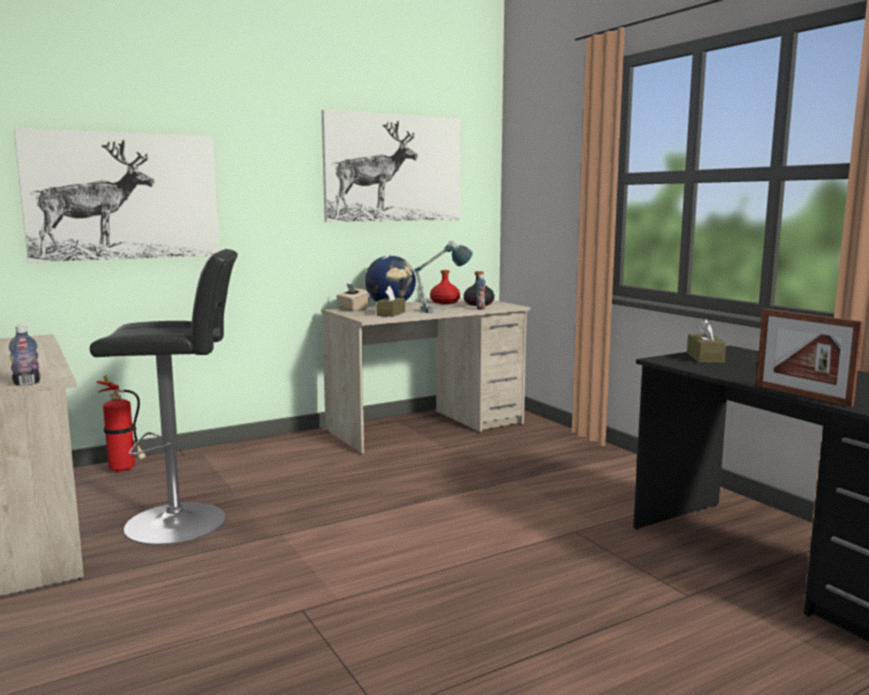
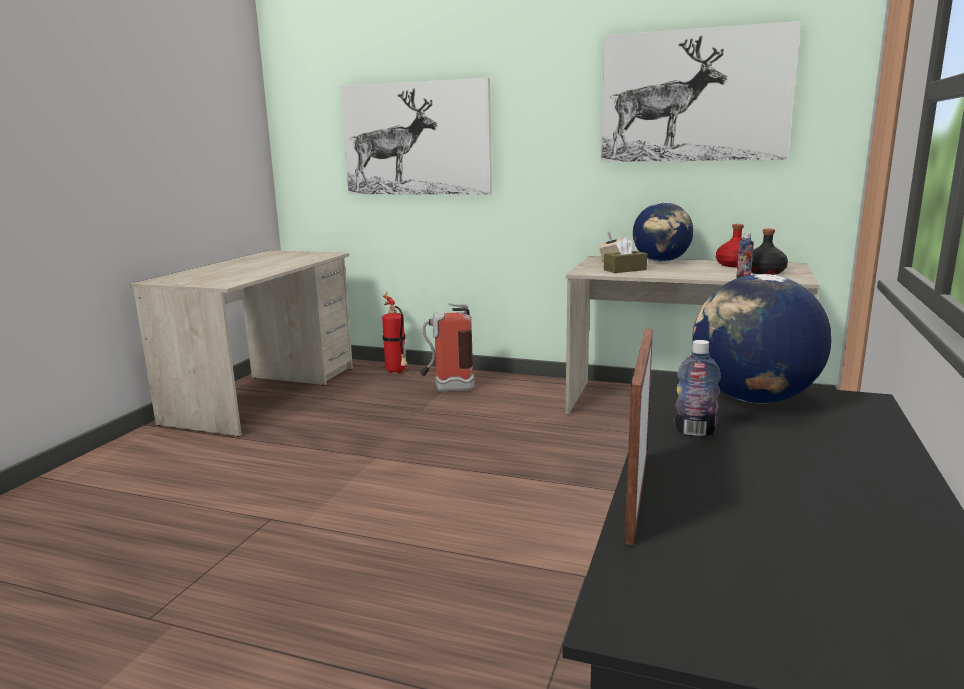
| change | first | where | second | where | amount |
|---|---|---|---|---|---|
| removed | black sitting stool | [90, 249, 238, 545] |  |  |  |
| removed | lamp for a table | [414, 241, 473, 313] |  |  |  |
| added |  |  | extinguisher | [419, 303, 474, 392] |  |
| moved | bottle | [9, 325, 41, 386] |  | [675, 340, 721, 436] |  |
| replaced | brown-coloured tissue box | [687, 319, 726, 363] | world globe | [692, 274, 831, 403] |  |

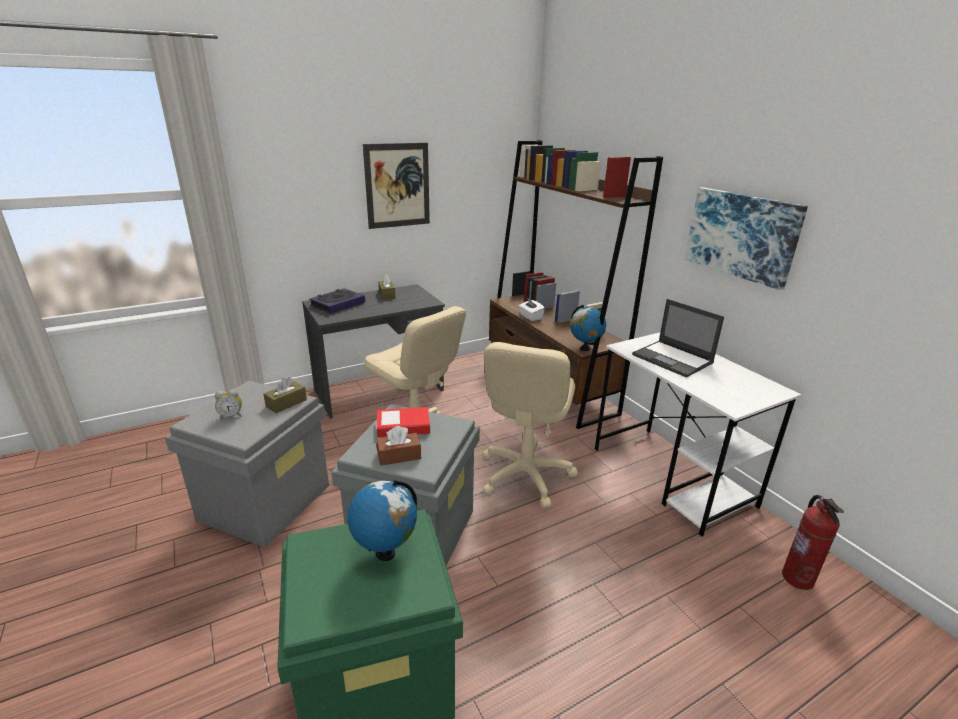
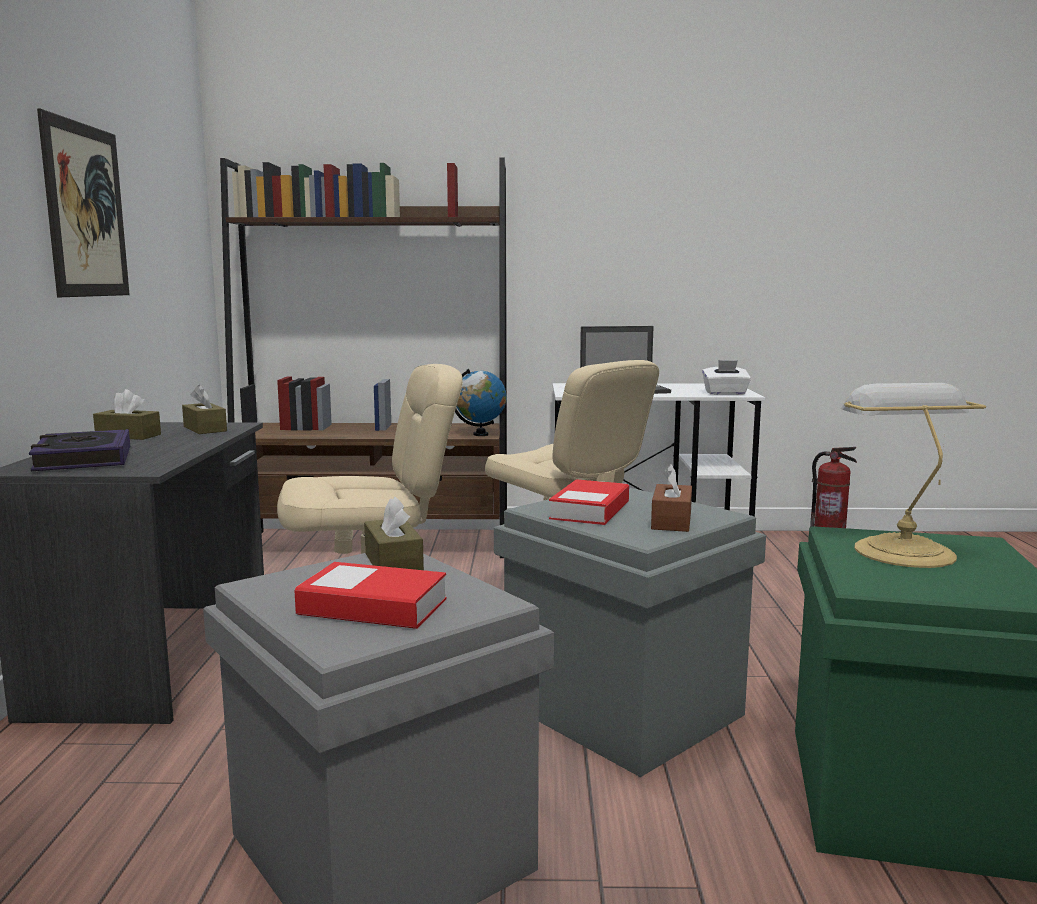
| change | first | where | second | where | amount |
|---|---|---|---|---|---|
| removed | wall art | [685, 187, 808, 290] |  |  |  |
| added |  |  | brown-coloured tissue box | [182, 385, 227, 434] |  |
| moved | white-coloured tissue box | [519, 298, 545, 321] |  | [702, 360, 751, 395] |  |
| replaced | table clock | [215, 390, 242, 419] | volume | [294, 562, 447, 629] |  |
| replaced | world globe | [347, 480, 417, 561] | lamp for a table | [841, 383, 986, 568] |  |

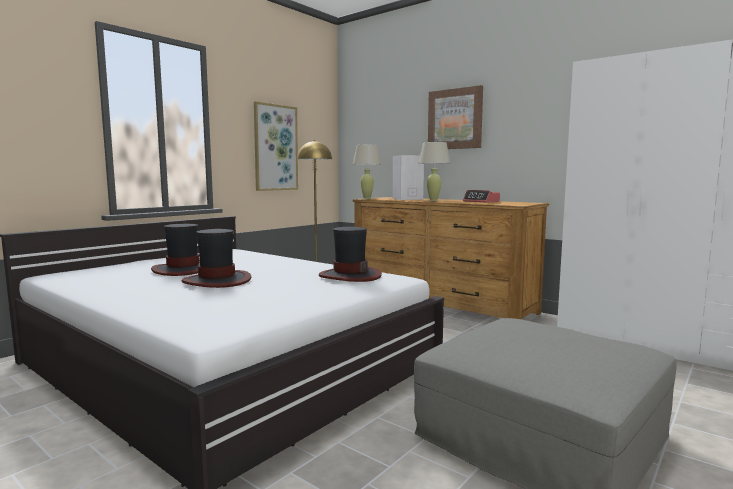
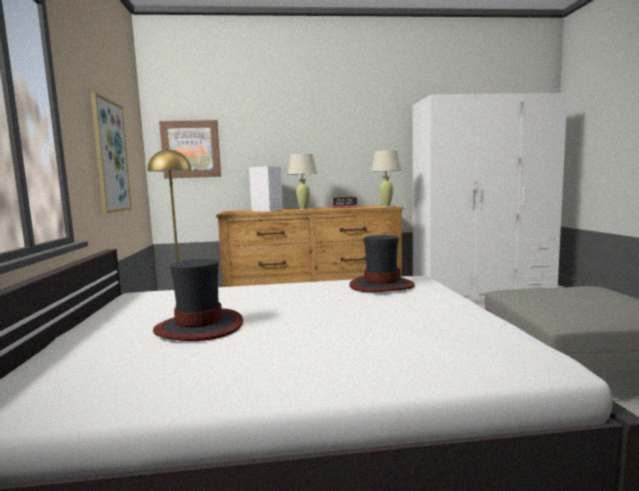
| change | first | where | second | where | amount |
|---|---|---|---|---|---|
| removed | wearable hat | [182, 229, 251, 288] |  |  |  |
| moved | beige lamp for a table | [353, 145, 382, 199] |  | [371, 150, 401, 207] |  |
| moved | wall art | [428, 85, 483, 149] |  | [159, 120, 221, 178] |  |

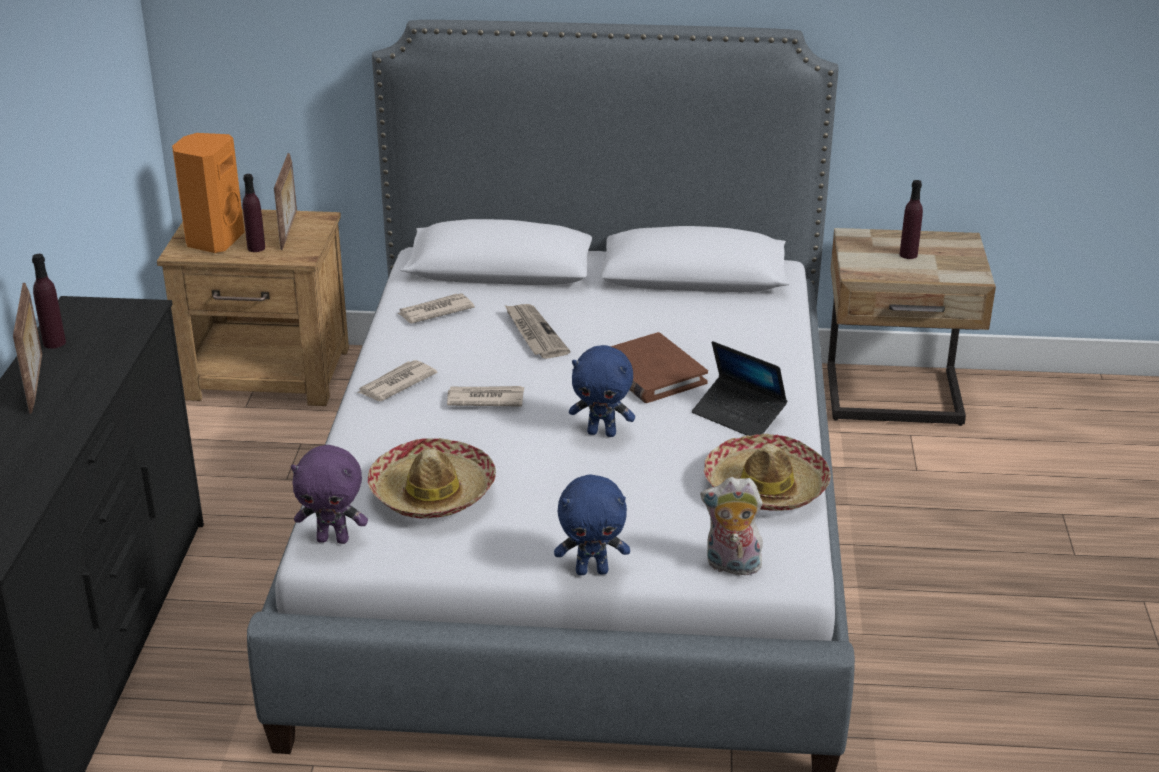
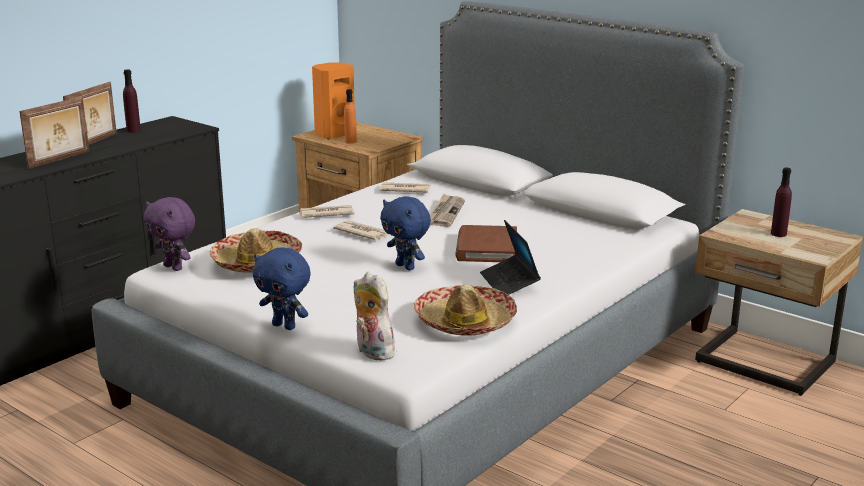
| change | first | where | second | where | amount |
|---|---|---|---|---|---|
| moved | picture frame | [274, 153, 297, 250] |  | [19, 97, 89, 169] |  |
| recoloured | purple bottle | [243, 174, 265, 252] | orange-coloured bottle | [344, 89, 357, 144] |  |

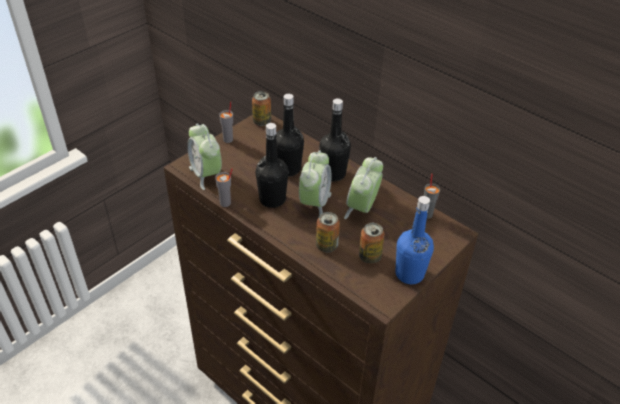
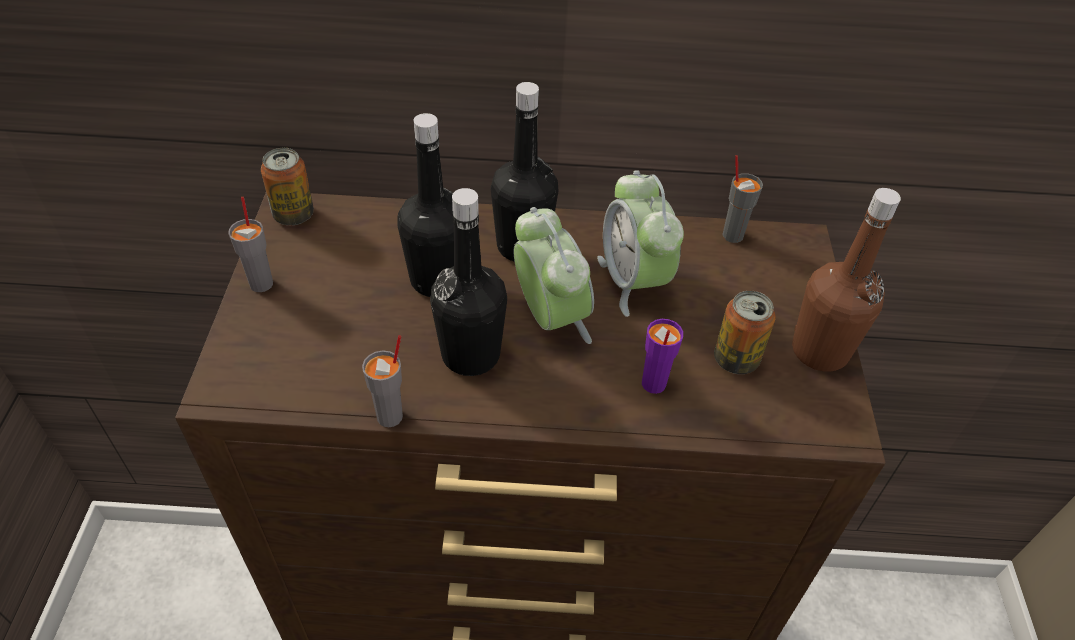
| change | first | where | second | where | amount |
|---|---|---|---|---|---|
| removed | table clock | [187, 123, 222, 190] |  |  |  |
| replaced | can | [316, 212, 340, 252] | purple cup | [642, 319, 683, 394] |  |
| recoloured | blue-coloured bottle | [395, 196, 434, 284] | brown-coloured bottle | [792, 188, 901, 372] |  |

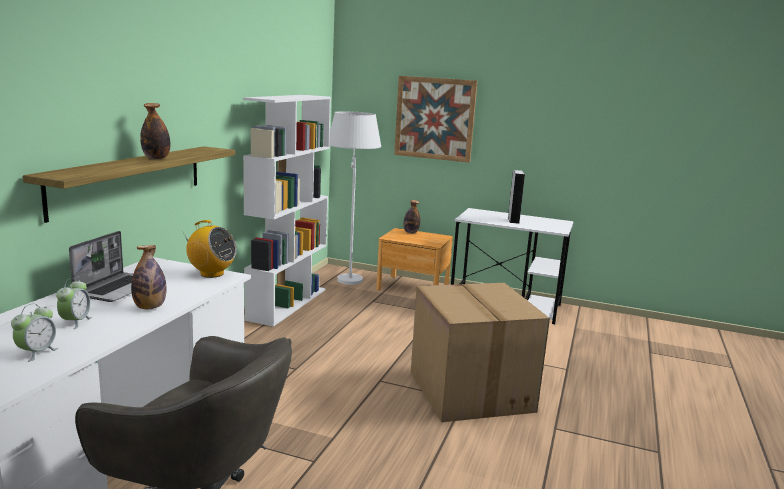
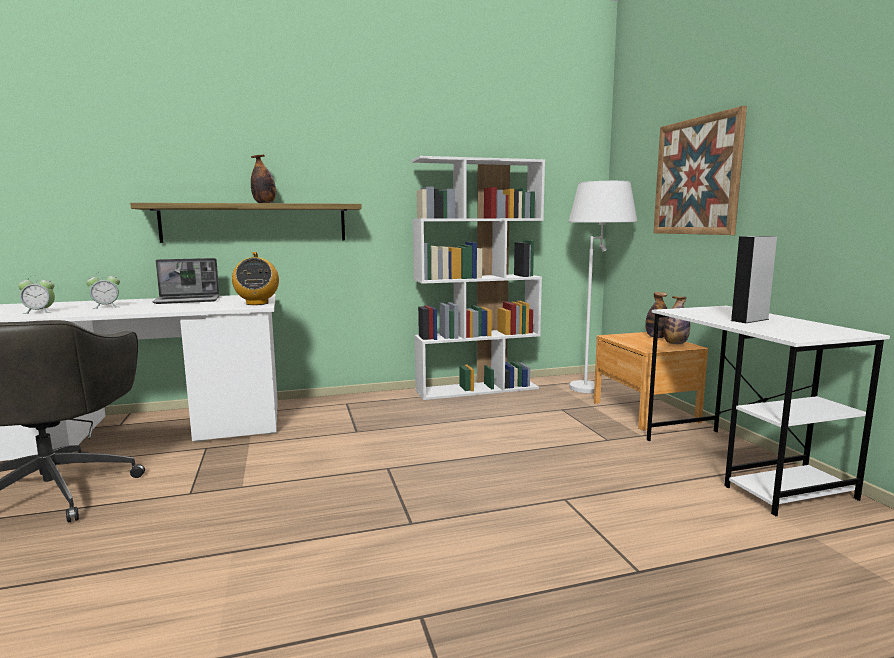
| change | first | where | second | where | amount |
|---|---|---|---|---|---|
| removed | packing box | [411, 283, 550, 422] |  |  |  |
| moved | bottle | [131, 245, 166, 310] |  | [663, 297, 690, 344] |  |

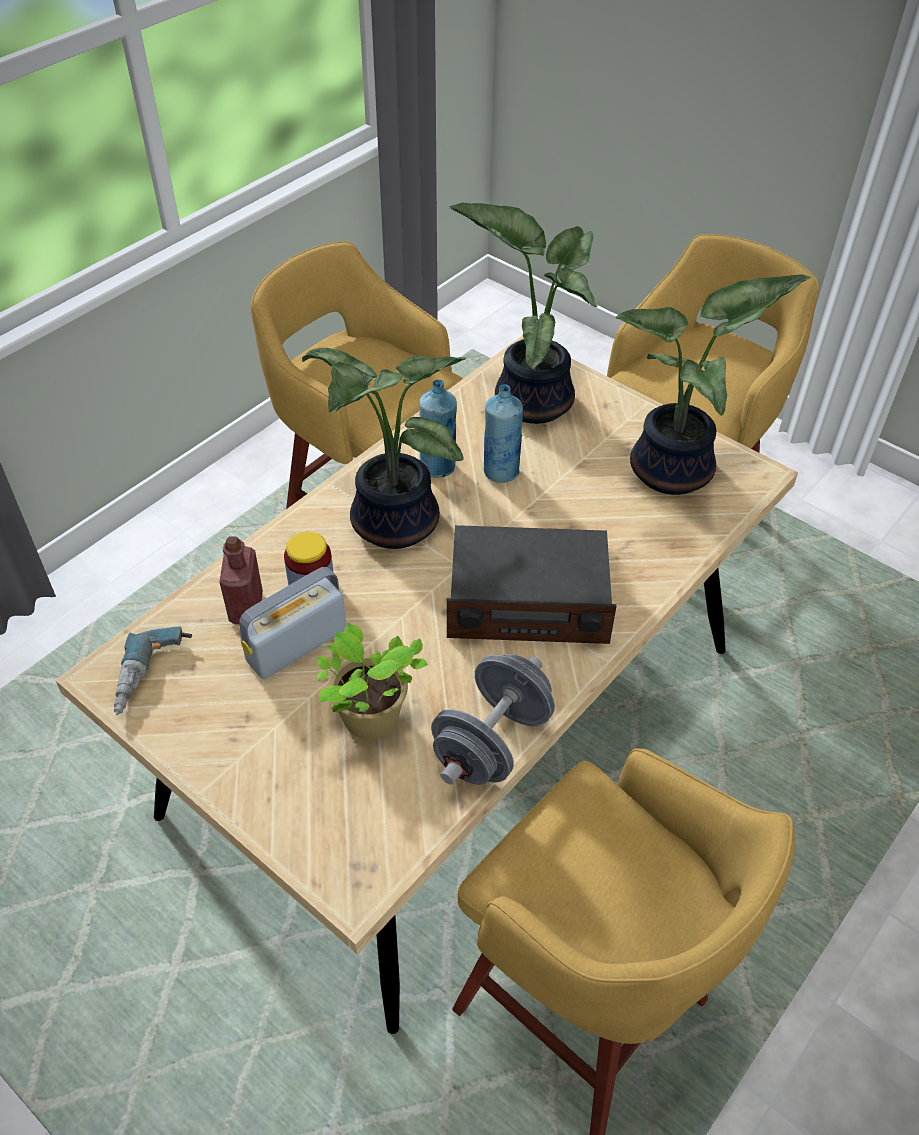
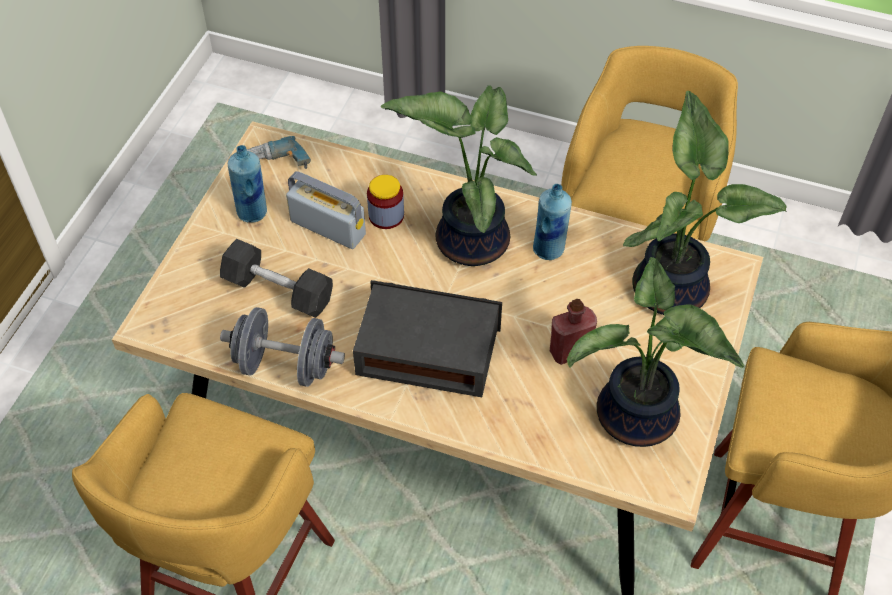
| change | first | where | second | where | amount |
|---|---|---|---|---|---|
| moved | red-coloured bottle | [219, 536, 263, 624] |  | [550, 299, 597, 365] |  |
| moved | blue-coloured bottle | [484, 384, 523, 483] |  | [228, 145, 267, 223] |  |
| replaced | potted plant | [317, 623, 428, 740] | greyish hand weight | [220, 239, 333, 318] |  |
| turned | radio set | [447, 525, 616, 644] |  | [353, 280, 502, 397] | 120 degrees clockwise |

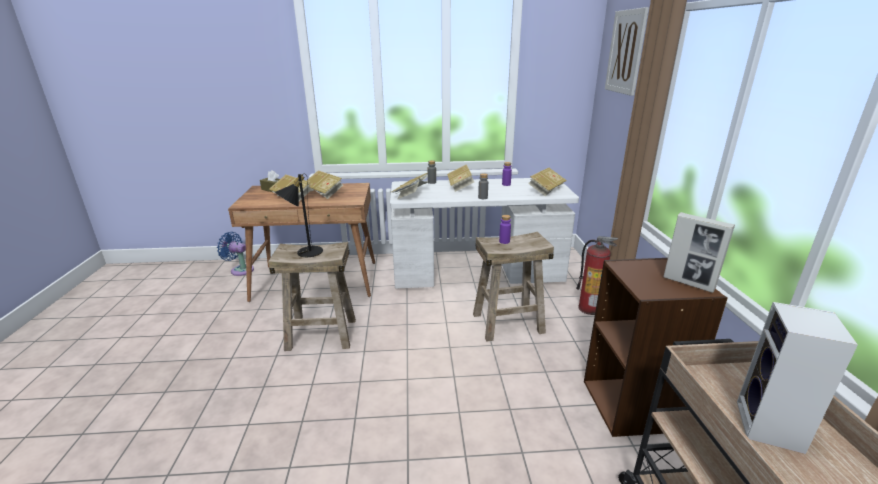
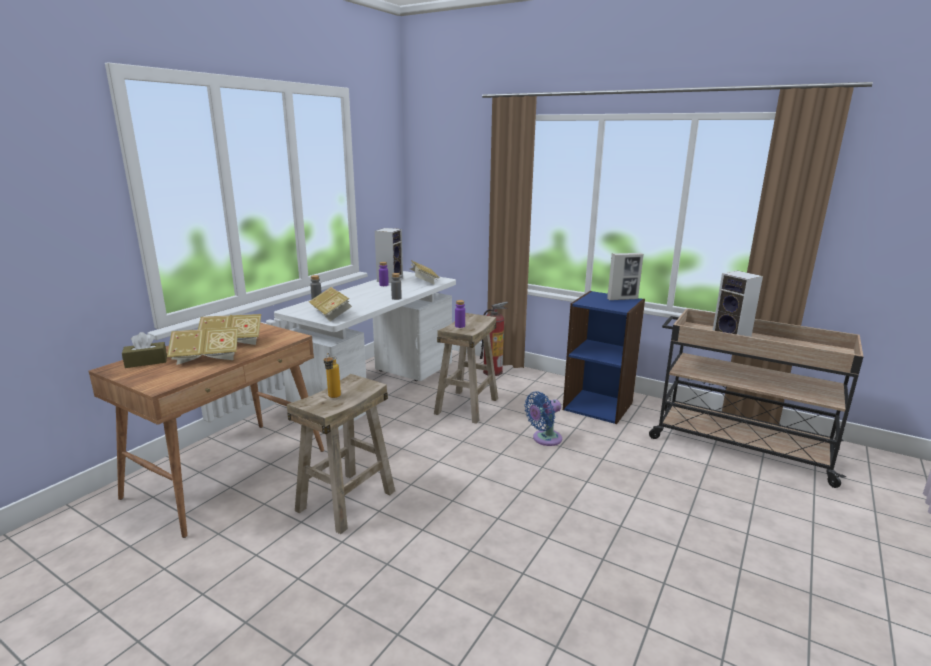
| change | first | where | second | where | amount |
|---|---|---|---|---|---|
| removed | volume | [447, 164, 474, 192] |  |  |  |
| removed | wall art | [605, 7, 649, 96] |  |  |  |
| added |  |  | speaker | [375, 228, 403, 283] |  |
| moved | blue-coloured electric fan | [217, 232, 254, 276] |  | [525, 391, 562, 446] |  |
| replaced | black lamp for a table | [275, 174, 323, 257] | bottle | [324, 353, 341, 398] |  |
| recoloured | brown-coloured shelving unit | [584, 258, 728, 437] | blue-coloured shelving unit | [563, 291, 645, 424] |  |

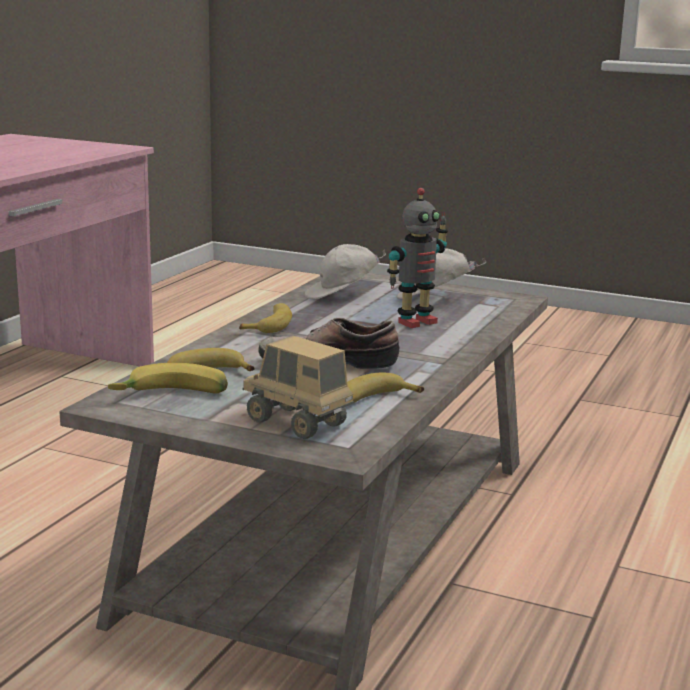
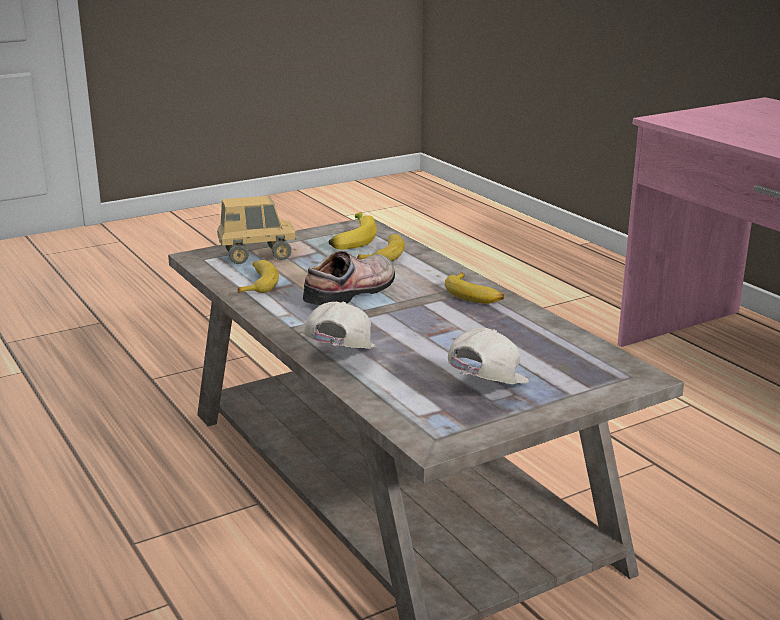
| change | first | where | second | where | amount |
|---|---|---|---|---|---|
| removed | robot figure | [387, 188, 448, 328] |  |  |  |
| moved | white-coloured peaked cap | [304, 244, 386, 299] |  | [303, 301, 376, 349] |  |

